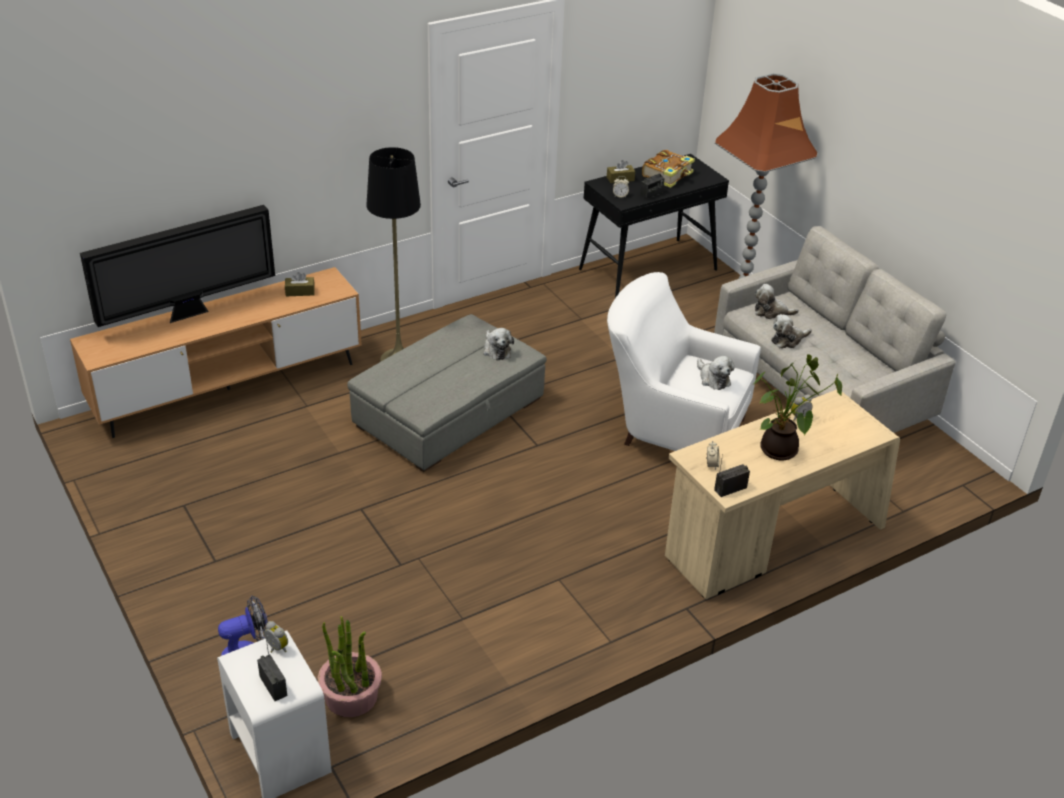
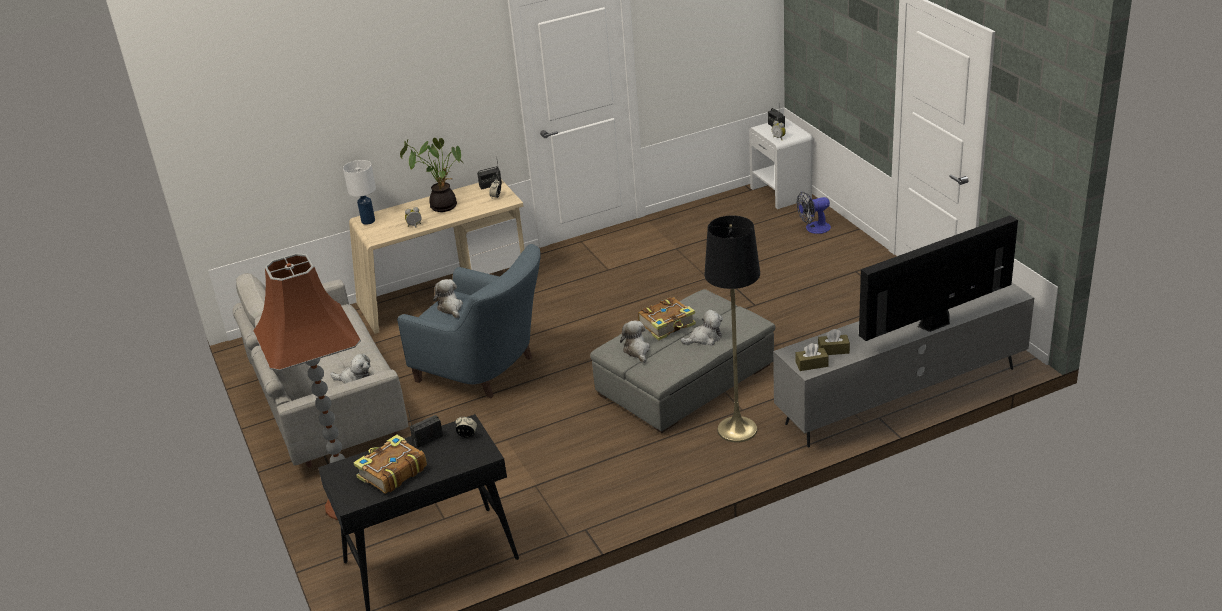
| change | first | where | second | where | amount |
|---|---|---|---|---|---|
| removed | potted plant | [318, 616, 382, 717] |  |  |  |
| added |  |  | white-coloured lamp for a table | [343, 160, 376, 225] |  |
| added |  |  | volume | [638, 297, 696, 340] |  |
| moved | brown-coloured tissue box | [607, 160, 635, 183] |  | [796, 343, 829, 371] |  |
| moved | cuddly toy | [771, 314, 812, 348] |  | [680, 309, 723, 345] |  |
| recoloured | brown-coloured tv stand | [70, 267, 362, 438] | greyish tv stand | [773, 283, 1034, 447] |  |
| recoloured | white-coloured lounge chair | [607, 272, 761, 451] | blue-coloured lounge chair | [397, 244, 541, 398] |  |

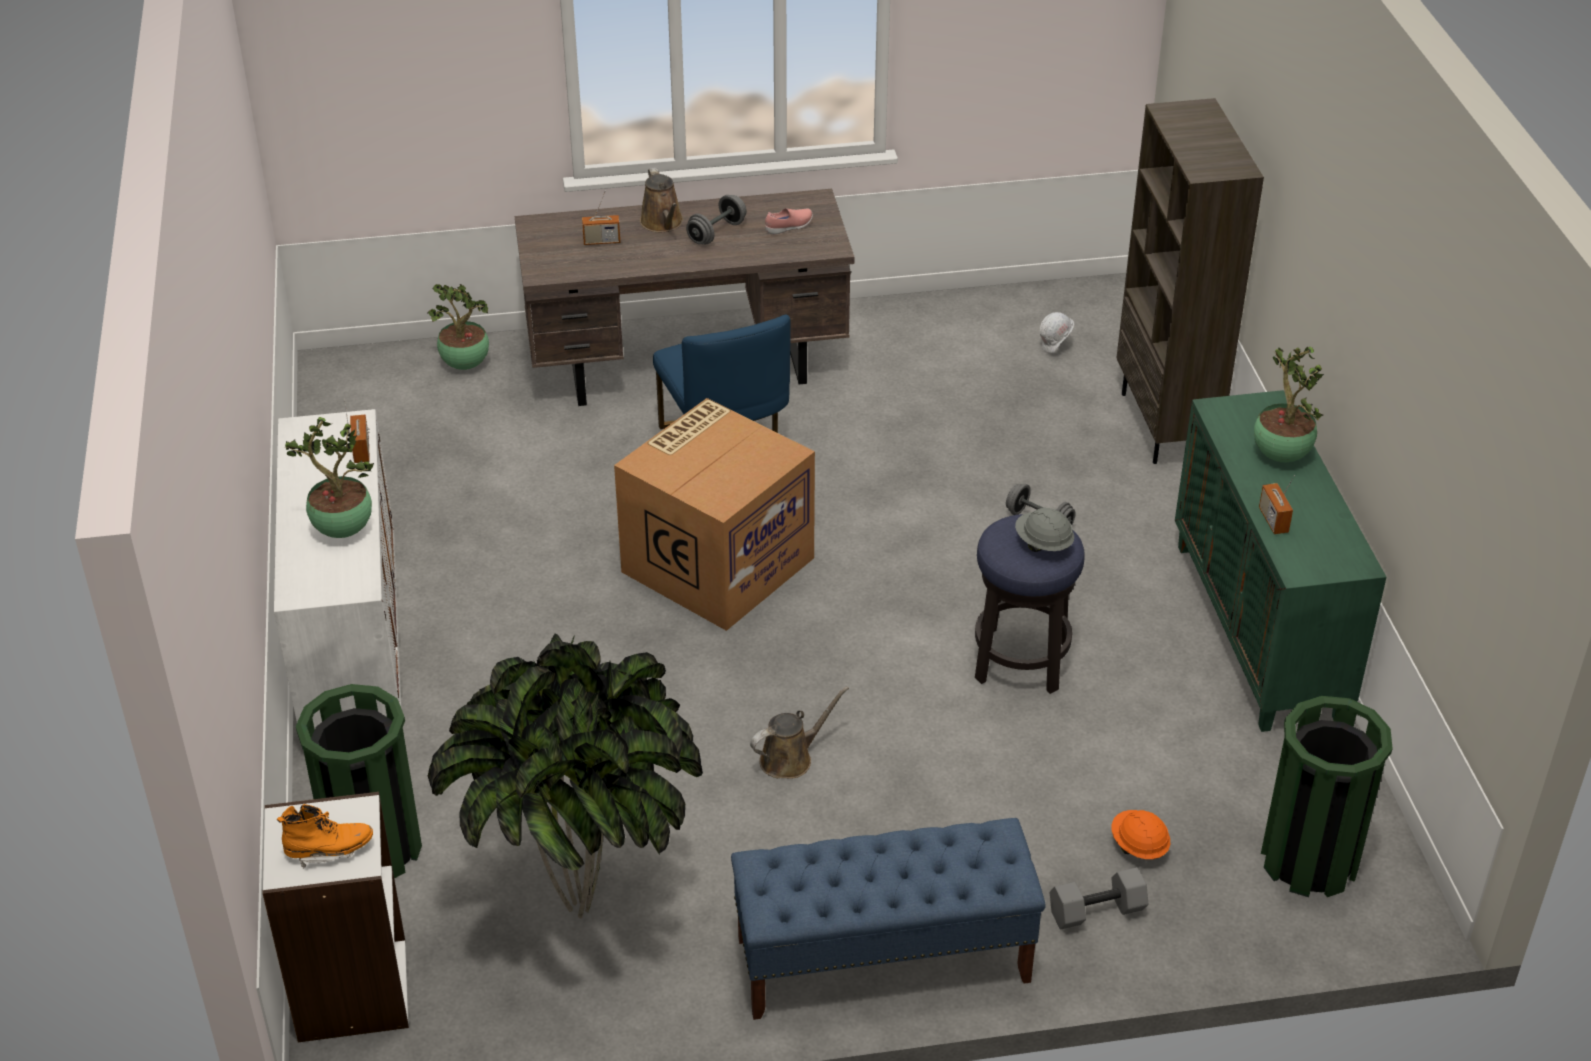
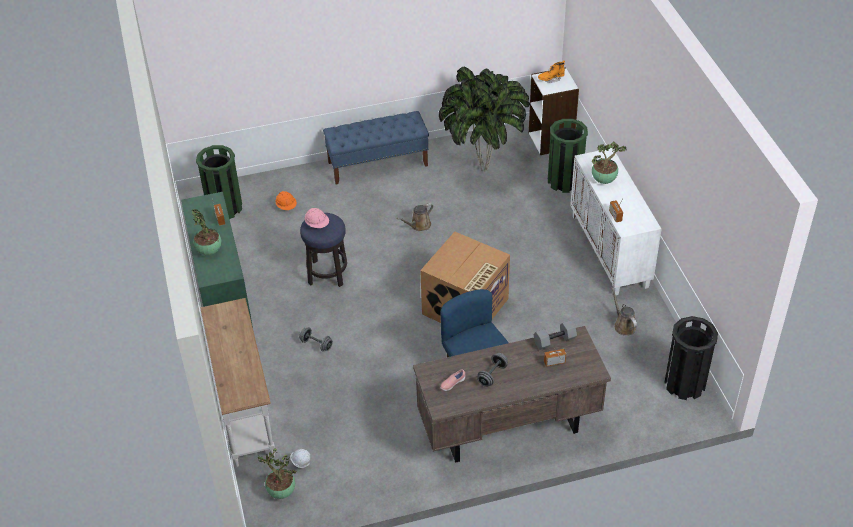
| change | first | where | second | where | amount |
|---|---|---|---|---|---|
| added |  |  | black rubbish bin | [664, 316, 718, 400] |  |
| moved | potted plant | [427, 284, 489, 370] |  | [257, 448, 297, 499] |  |
| moved | brown-coloured watering pot | [640, 168, 683, 232] |  | [612, 287, 637, 336] |  |
| moved | greyish hand weight | [1050, 867, 1148, 929] |  | [534, 320, 577, 350] |  |
| replaced | brown-coloured shelving unit | [1117, 98, 1264, 464] | white-coloured hall table | [200, 298, 275, 467] |  |
| recoloured | greyish safety helmet | [1015, 508, 1074, 552] | pink-coloured safety helmet | [305, 208, 329, 228] |  |

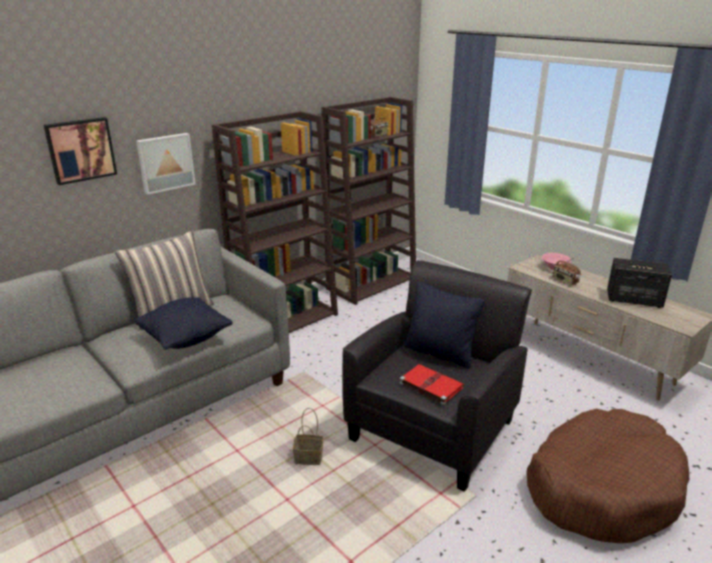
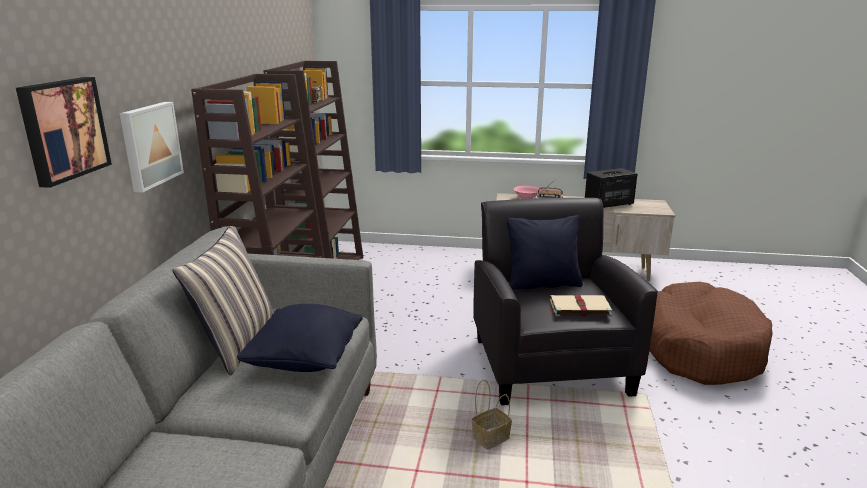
| change | first | where | second | where | amount |
|---|---|---|---|---|---|
| recoloured | red-coloured volume | [399, 364, 464, 405] | beige volume | [549, 295, 612, 317] |  |

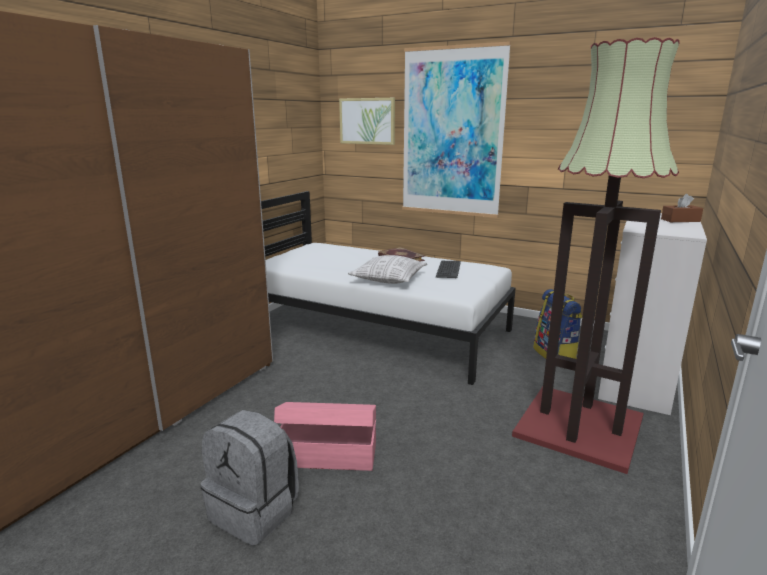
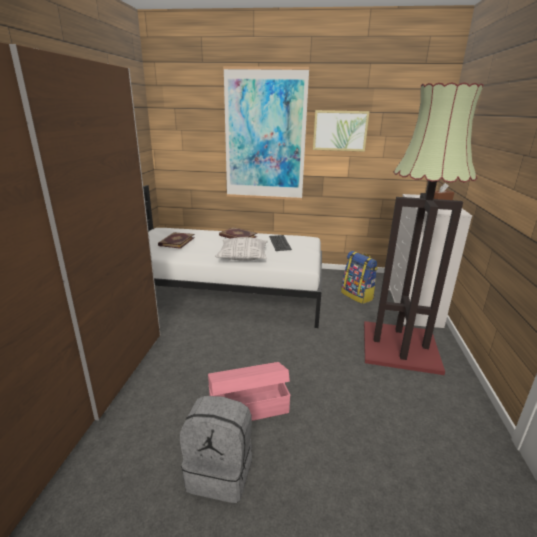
| change | first | where | second | where | amount |
|---|---|---|---|---|---|
| added |  |  | volume | [158, 232, 194, 249] |  |
| moved | wall art | [339, 98, 395, 145] |  | [313, 110, 370, 152] |  |

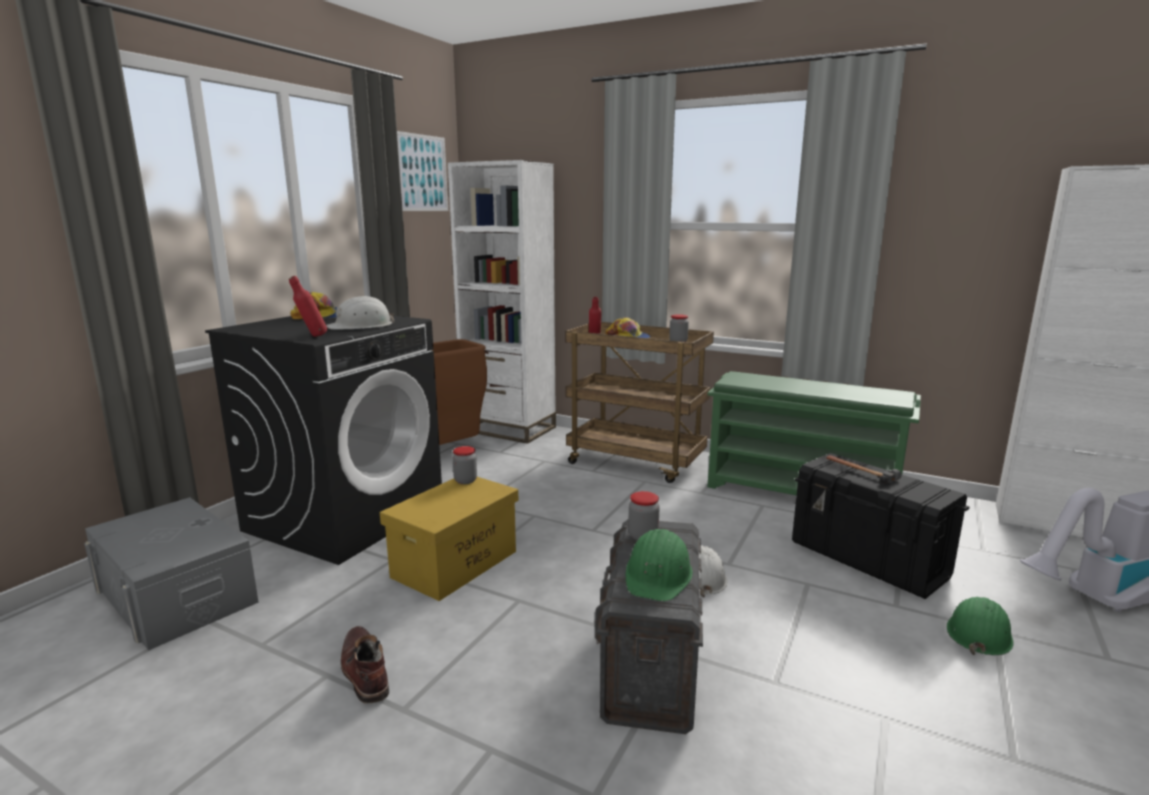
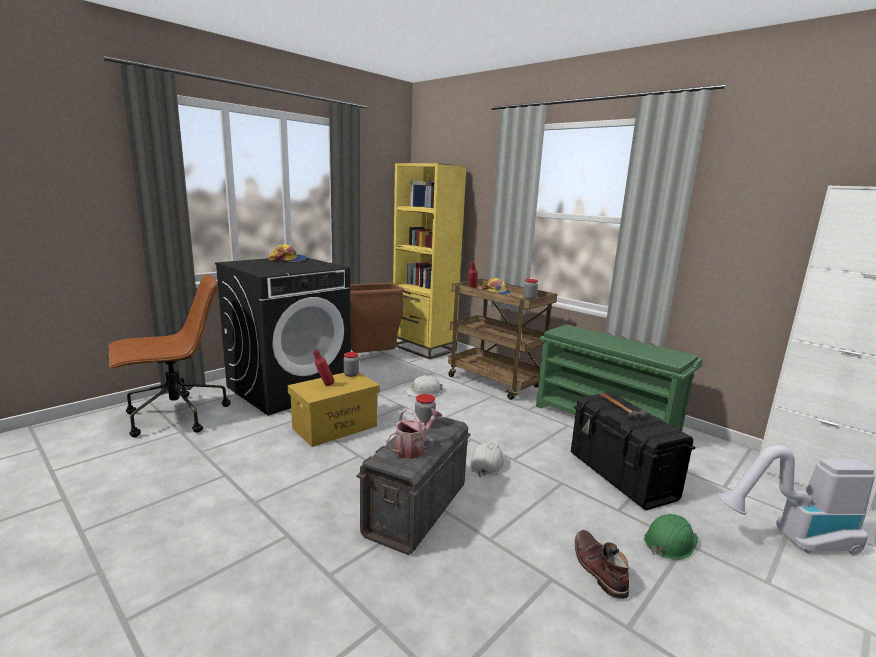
| change | first | where | second | where | amount |
|---|---|---|---|---|---|
| removed | wall art | [397, 131, 448, 211] |  |  |  |
| moved | red-coloured bottle | [289, 276, 327, 337] |  | [313, 349, 334, 386] |  |
| moved | white-coloured safety helmet | [326, 296, 394, 330] |  | [405, 375, 443, 396] |  |
| moved | brown-coloured boot | [341, 626, 389, 704] |  | [575, 530, 629, 599] |  |
| replaced | greyish storage container | [84, 497, 259, 651] | brown-coloured desk chair | [109, 274, 231, 437] |  |
| replaced | green-coloured safety helmet | [626, 529, 693, 601] | watering pot | [386, 408, 442, 459] |  |
| recoloured | white-coloured shelving unit | [448, 160, 556, 444] | yellow-coloured shelving unit | [393, 163, 467, 359] |  |

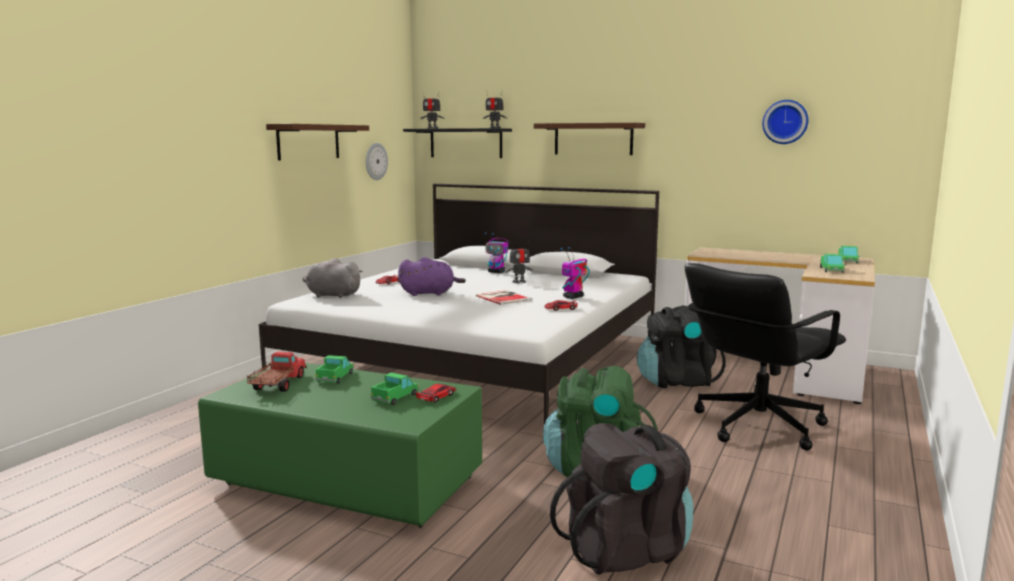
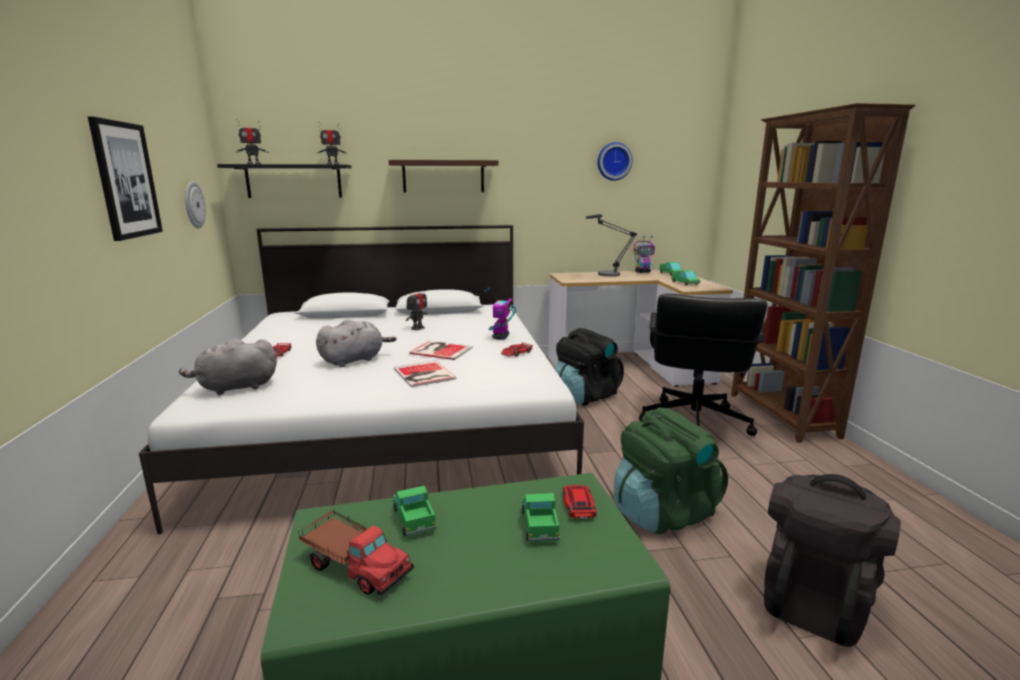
| change | first | where | second | where | amount |
|---|---|---|---|---|---|
| added |  |  | volume | [394, 360, 456, 387] |  |
| added |  |  | lamp for a table | [586, 214, 637, 277] |  |
| added |  |  | brown-coloured shelving unit | [731, 103, 915, 443] |  |
| moved | robot figure | [484, 233, 508, 273] |  | [634, 236, 655, 273] |  |
| replaced | shelf | [266, 124, 369, 160] | wall art | [88, 117, 163, 241] |  |
| recoloured | purple cuddly toy | [398, 257, 466, 296] | greyish cuddly toy | [316, 319, 396, 367] |  |
| turned | toy truck | [247, 352, 307, 392] |  | [298, 510, 414, 595] | 150 degrees clockwise |

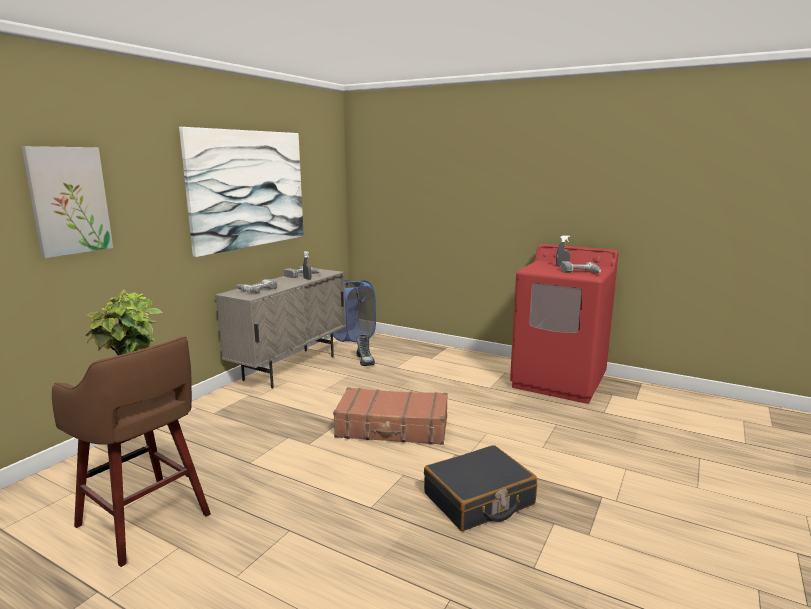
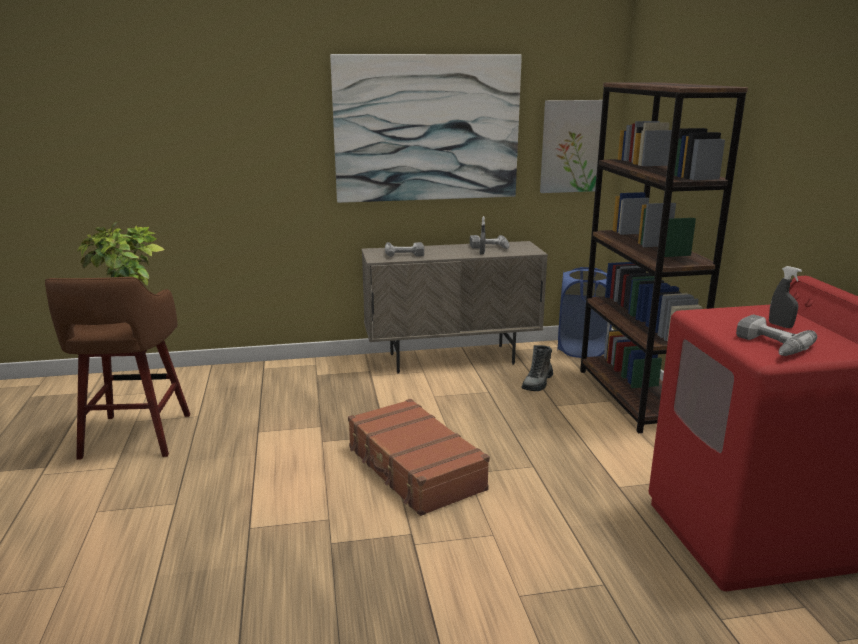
| change | first | where | second | where | amount |
|---|---|---|---|---|---|
| removed | black travel case | [424, 445, 537, 531] |  |  |  |
| added |  |  | brown-coloured shelving unit | [580, 82, 748, 434] |  |
| moved | wall art | [21, 146, 113, 258] |  | [540, 100, 603, 193] |  |

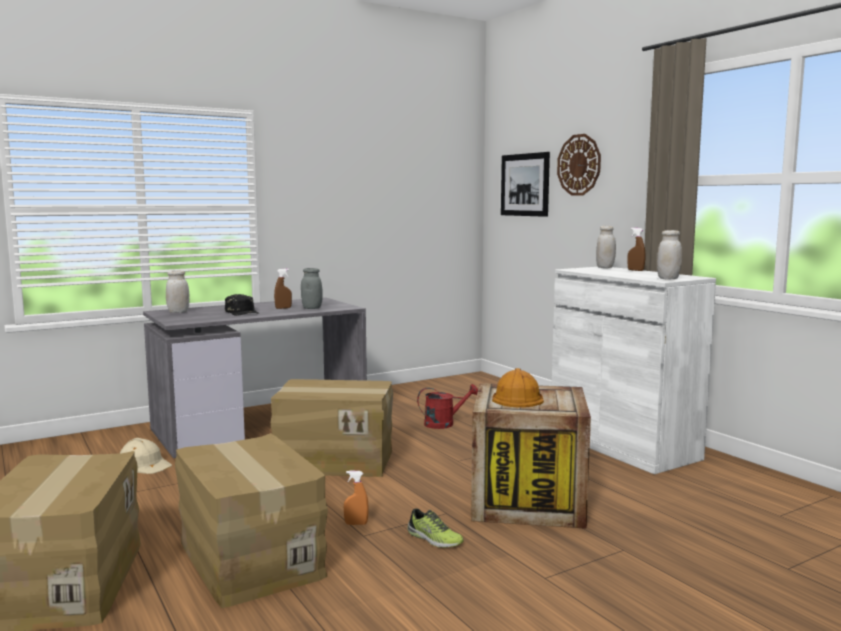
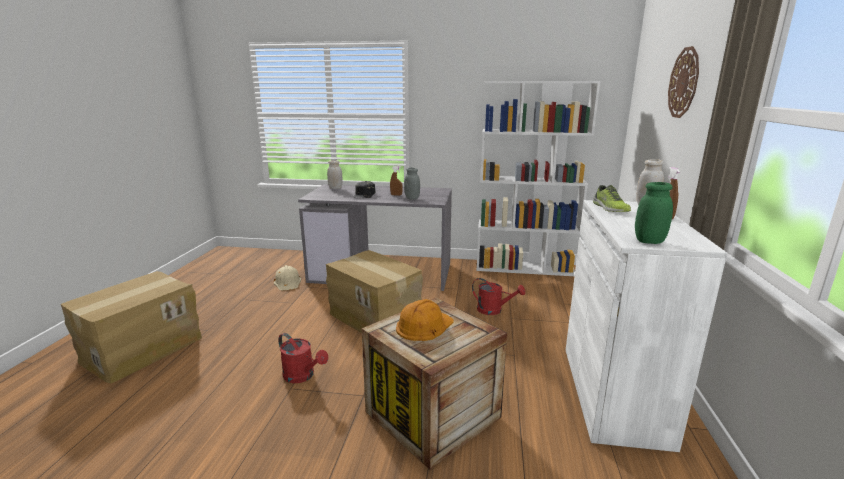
| change | first | where | second | where | amount |
|---|---|---|---|---|---|
| removed | packing box | [175, 433, 328, 608] |  |  |  |
| removed | wall art | [501, 152, 550, 217] |  |  |  |
| added |  |  | white-coloured shelving unit | [476, 81, 601, 276] |  |
| moved | shoe | [407, 508, 464, 548] |  | [593, 185, 631, 212] |  |
| replaced | orange-coloured sprayer | [344, 471, 369, 525] | red-coloured watering pot | [278, 333, 328, 383] |  |
| recoloured | white-coloured storage jar | [657, 230, 682, 279] | green-coloured storage jar | [635, 182, 673, 244] |  |

